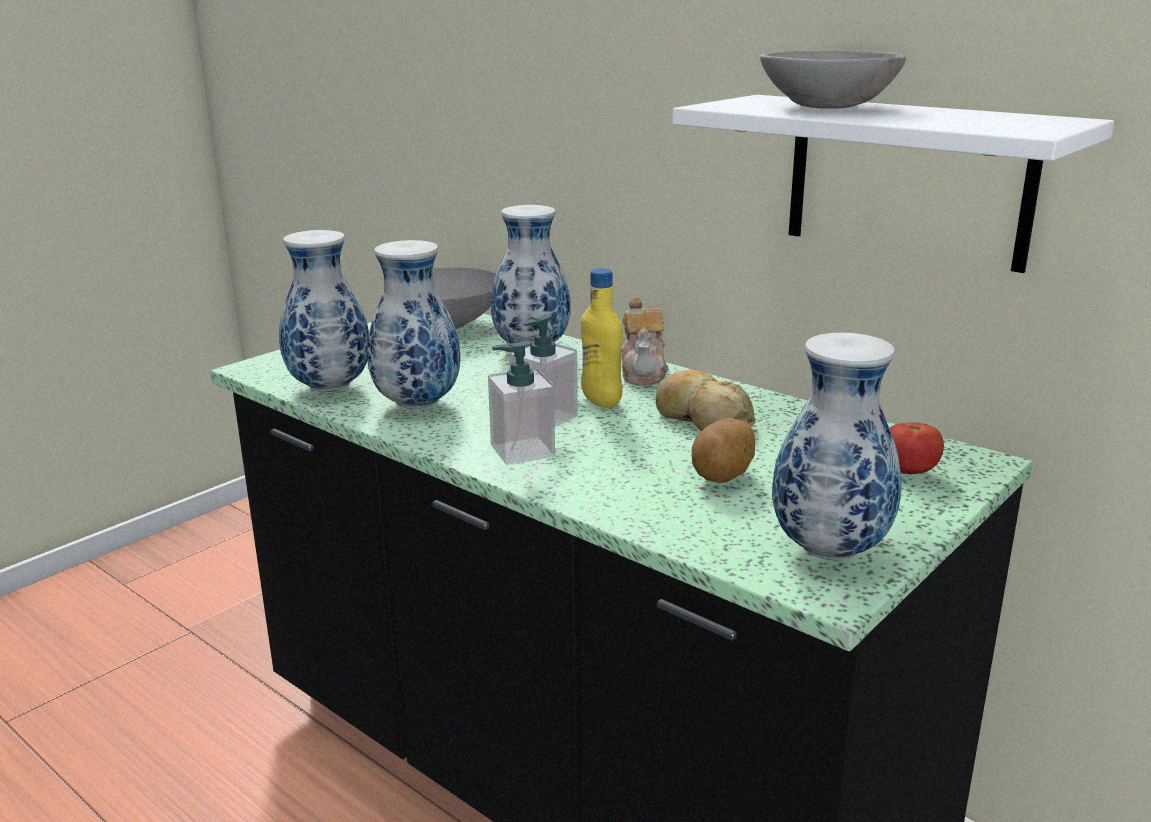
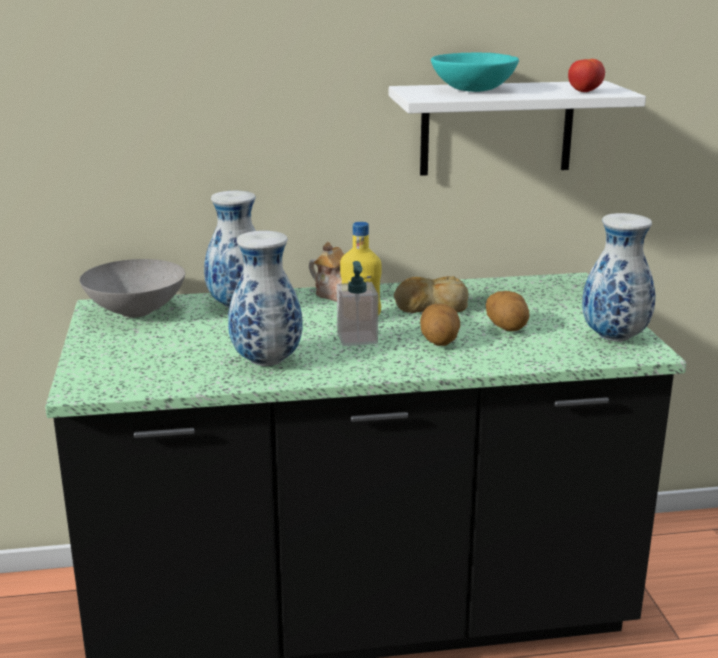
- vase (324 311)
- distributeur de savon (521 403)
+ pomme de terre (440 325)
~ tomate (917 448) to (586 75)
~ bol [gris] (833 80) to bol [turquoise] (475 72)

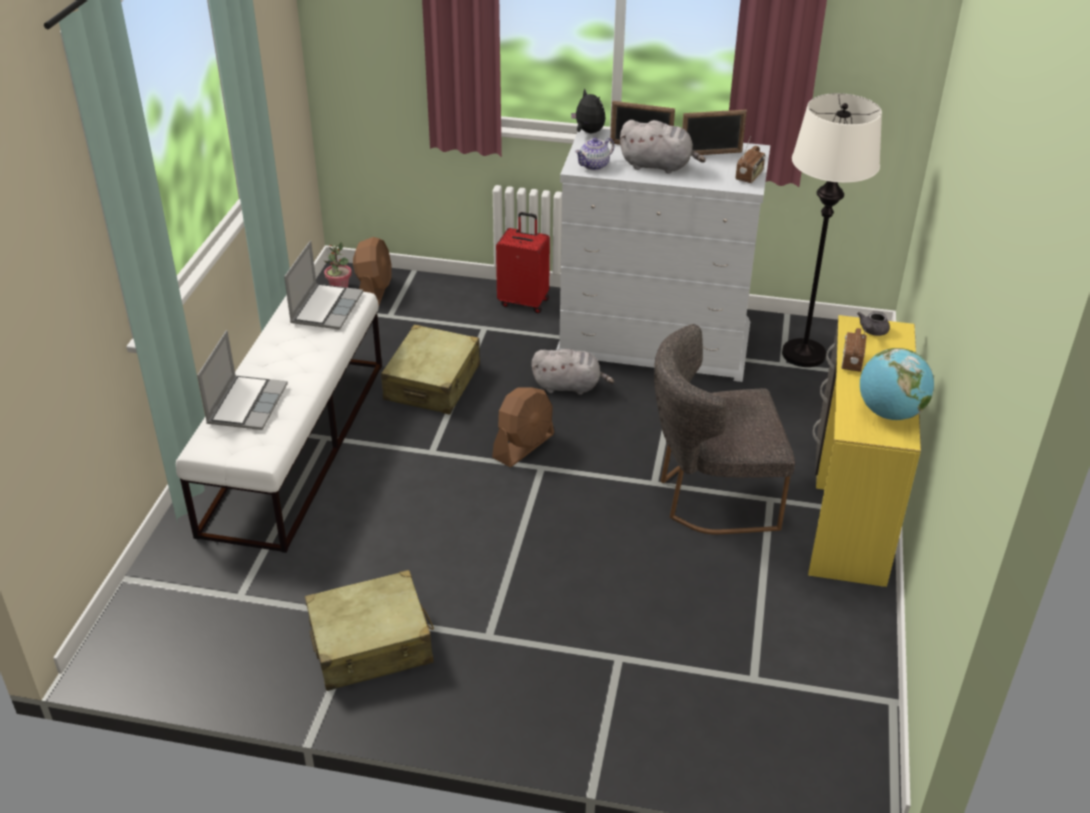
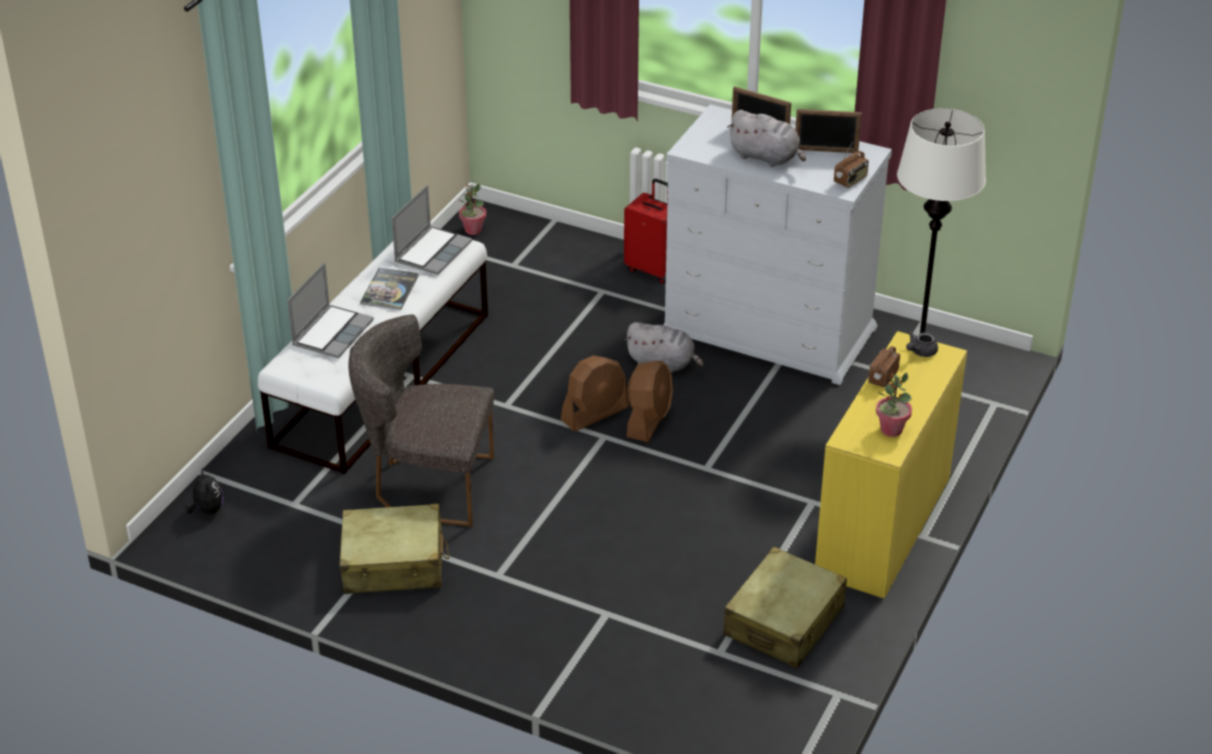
- théière (594 154)
+ livre (389 289)
~ ventilateur [marron] (372 271) to (650 401)
~ valise [beige] (430 369) to (785 607)
~ peluche (588 110) to (204 490)
~ chaise [gris] (724 429) to (421 420)
~ globe (897 384) to plante en pot (894 405)

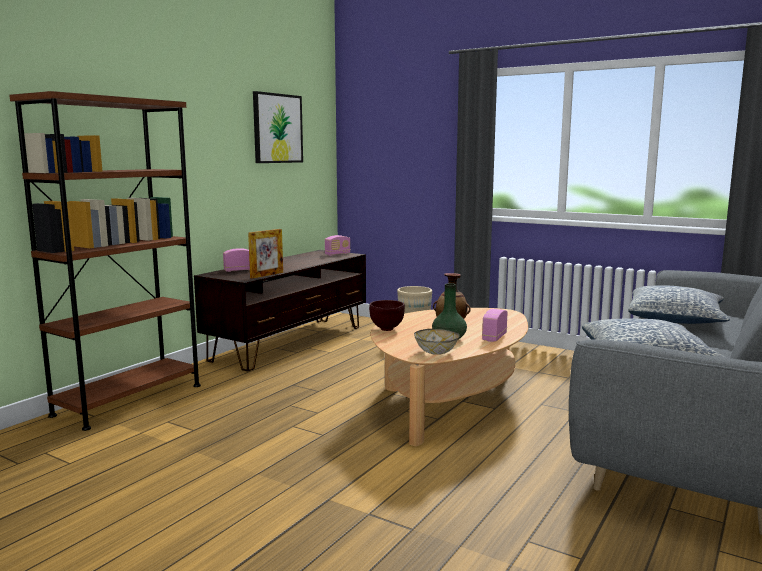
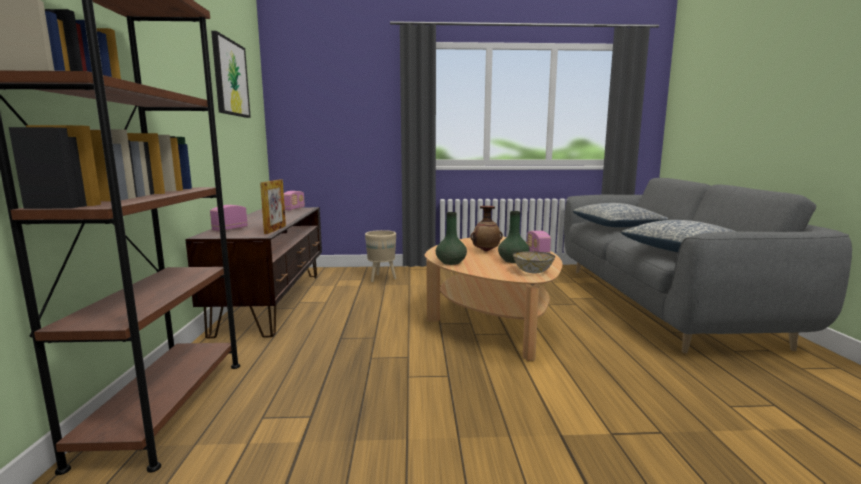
~ bol [marron] (387 315) to vase [vert] (451 238)

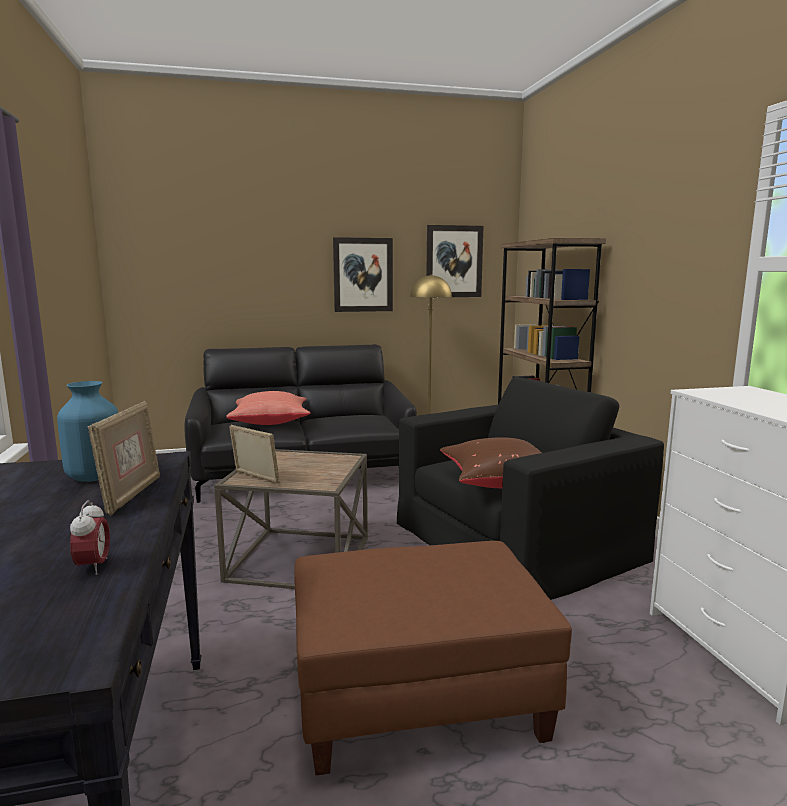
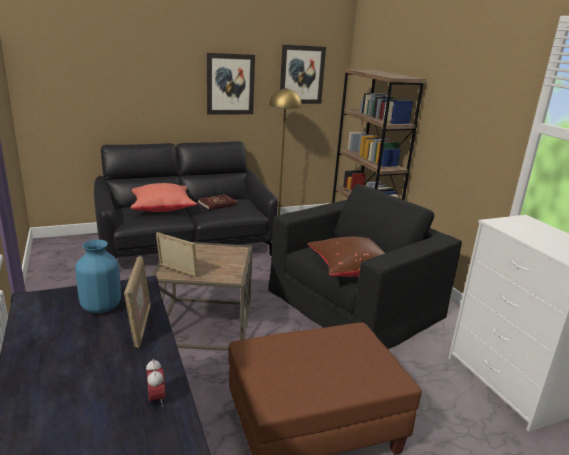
+ livre [rouge] (217 202)

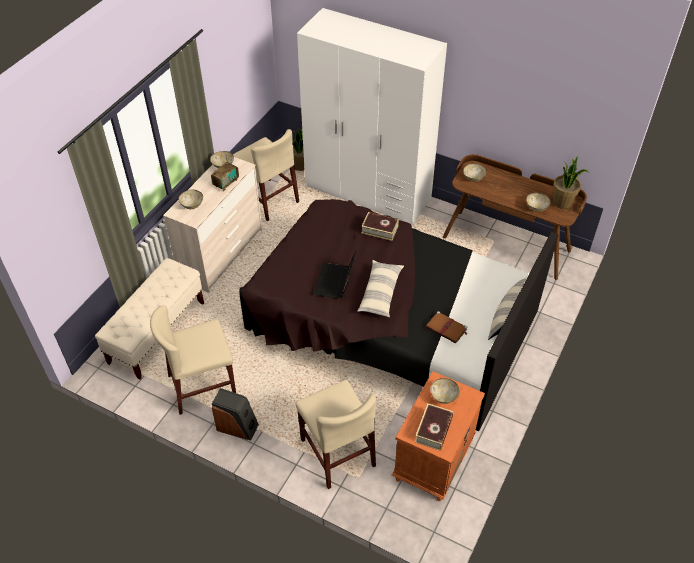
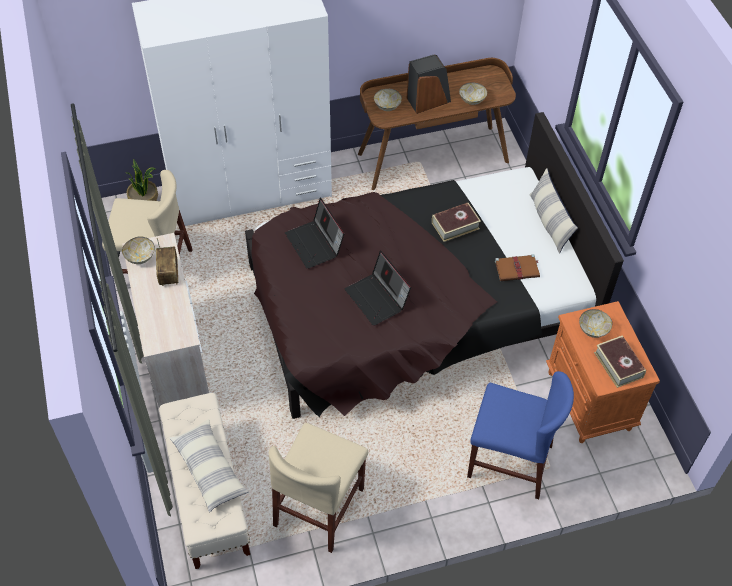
- bol (190 199)
- plante en pot (571 182)
+ ordinateur portable (315 233)
~ enceinte (235 414) to (429 84)
~ coussin (380 289) to (209 466)
~ livre (380 226) to (456 222)
~ chaise [beige] (336 434) to chaise [bleu] (520 435)

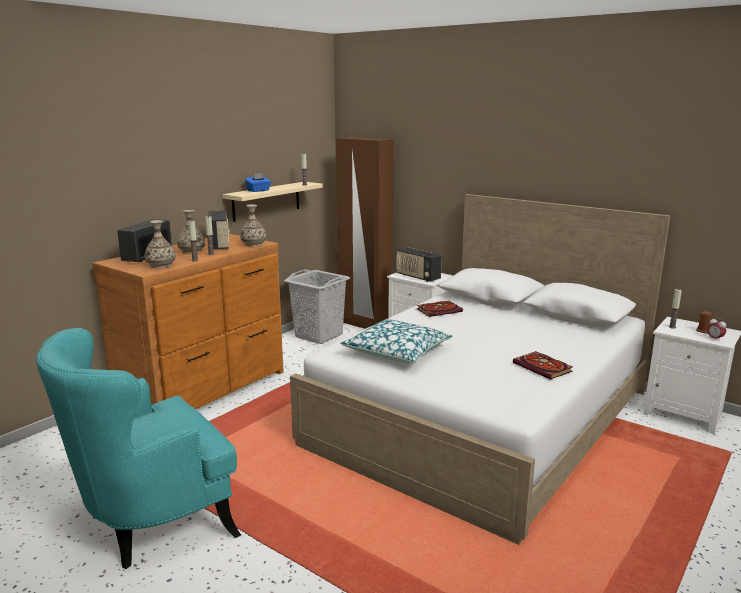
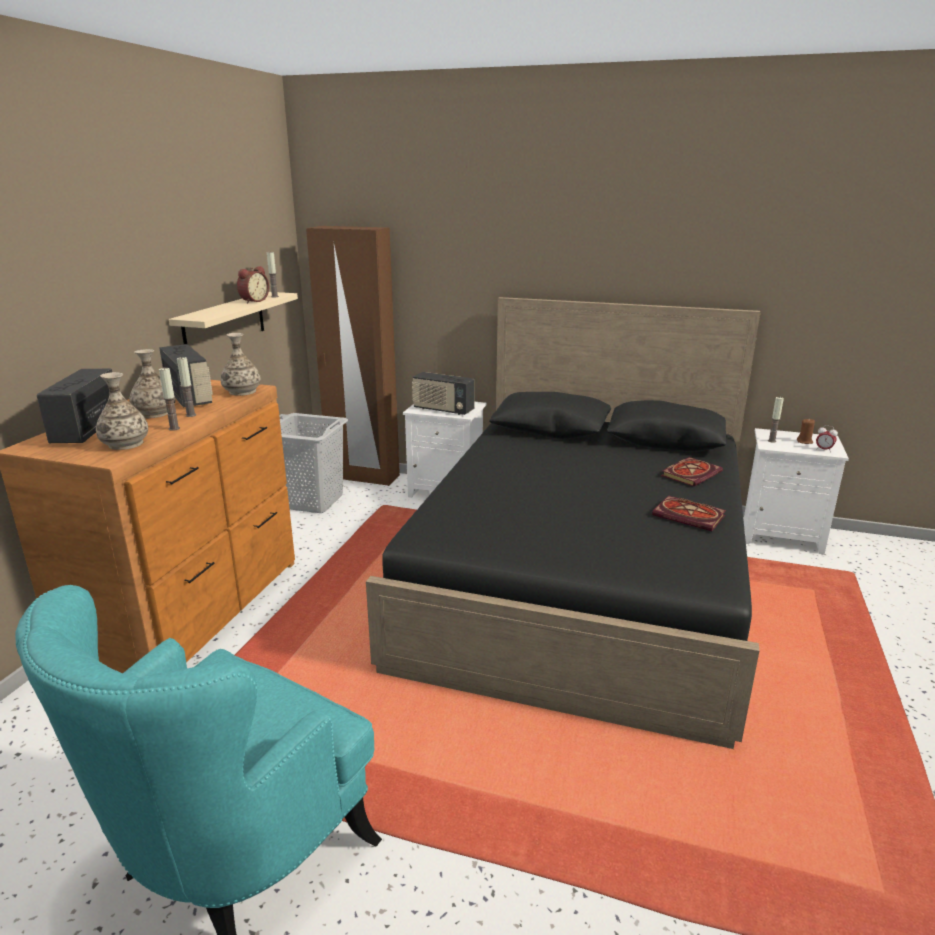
- boîte à mouchoirs [bleu] (258 182)
- coussin (396 341)
+ réveil (253 284)
~ livre (440 309) to (692 471)
~ lit [blanc] (480 369) to lit [noir] (563 523)

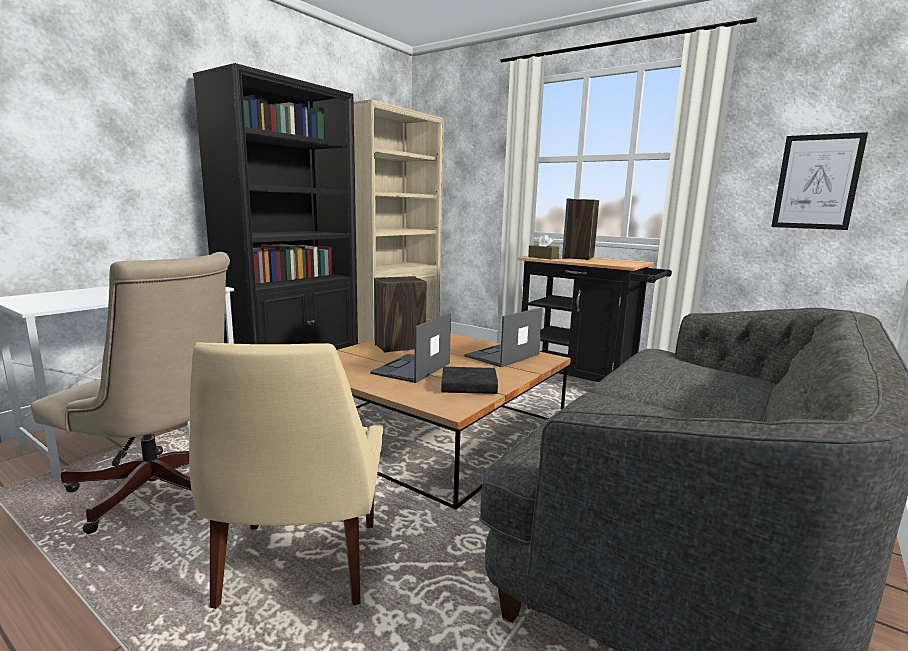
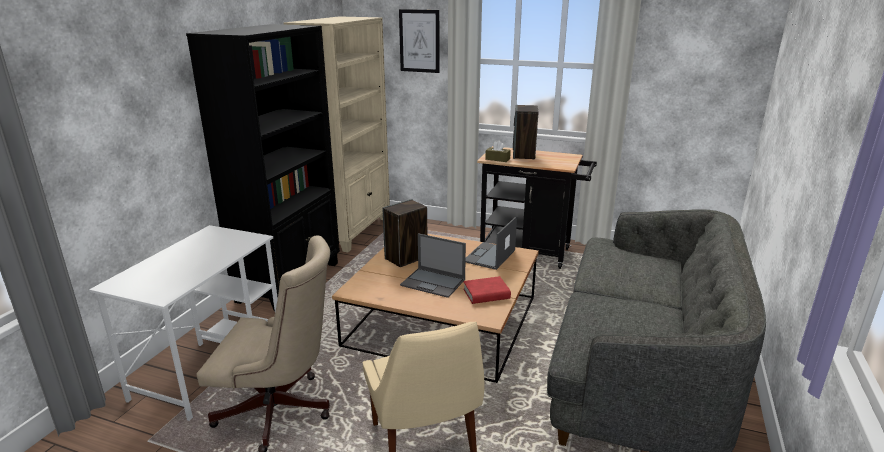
~ tableau (819 181) to (419 41)
~ livre [noir] (469 380) to livre [rouge] (487 290)
~ ordinateur portable (410 348) = (433 265) 75 degrees counterclockwise

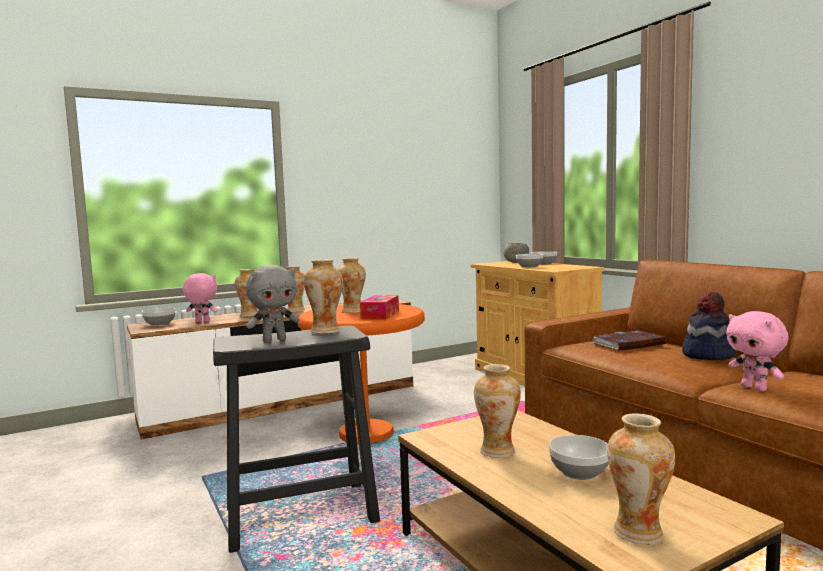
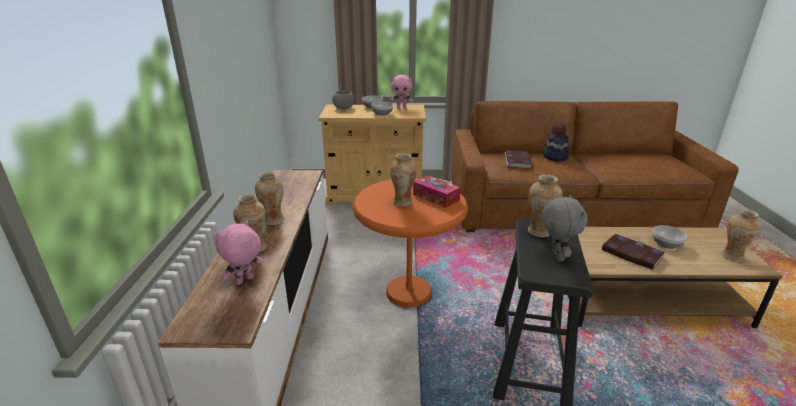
- bol (158 317)
~ peluche [rose] (757 351) to (401 92)
~ vase (497 411) to livre (633 252)

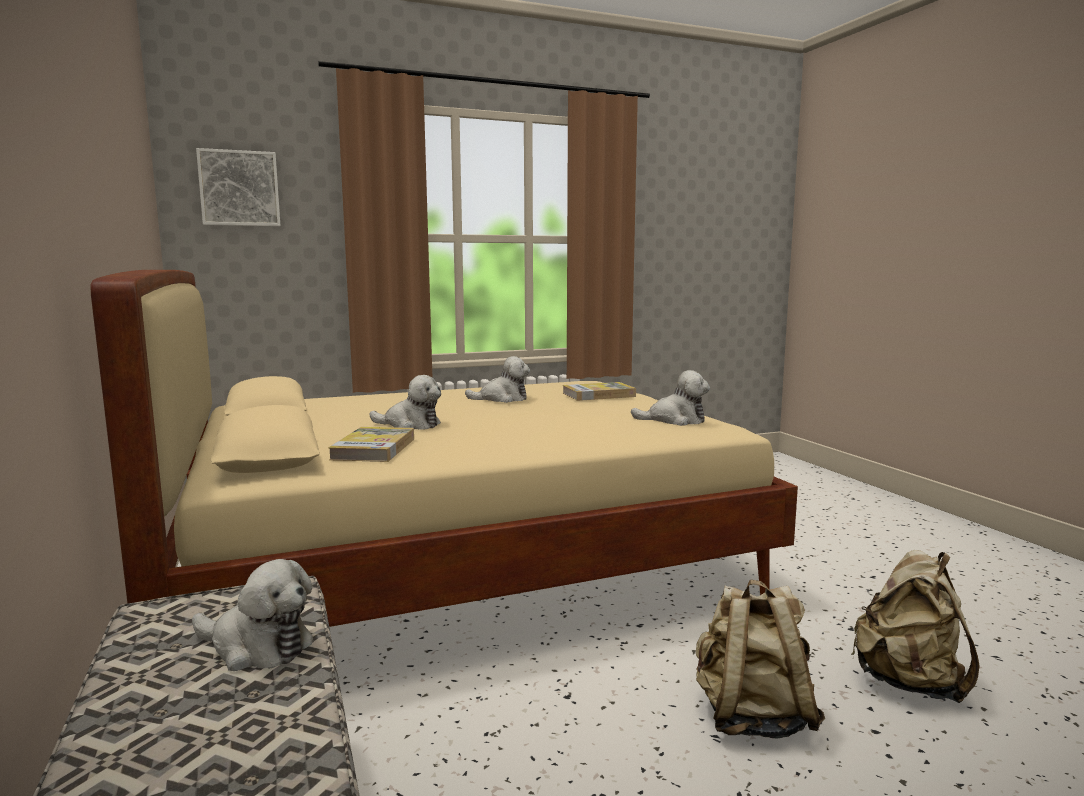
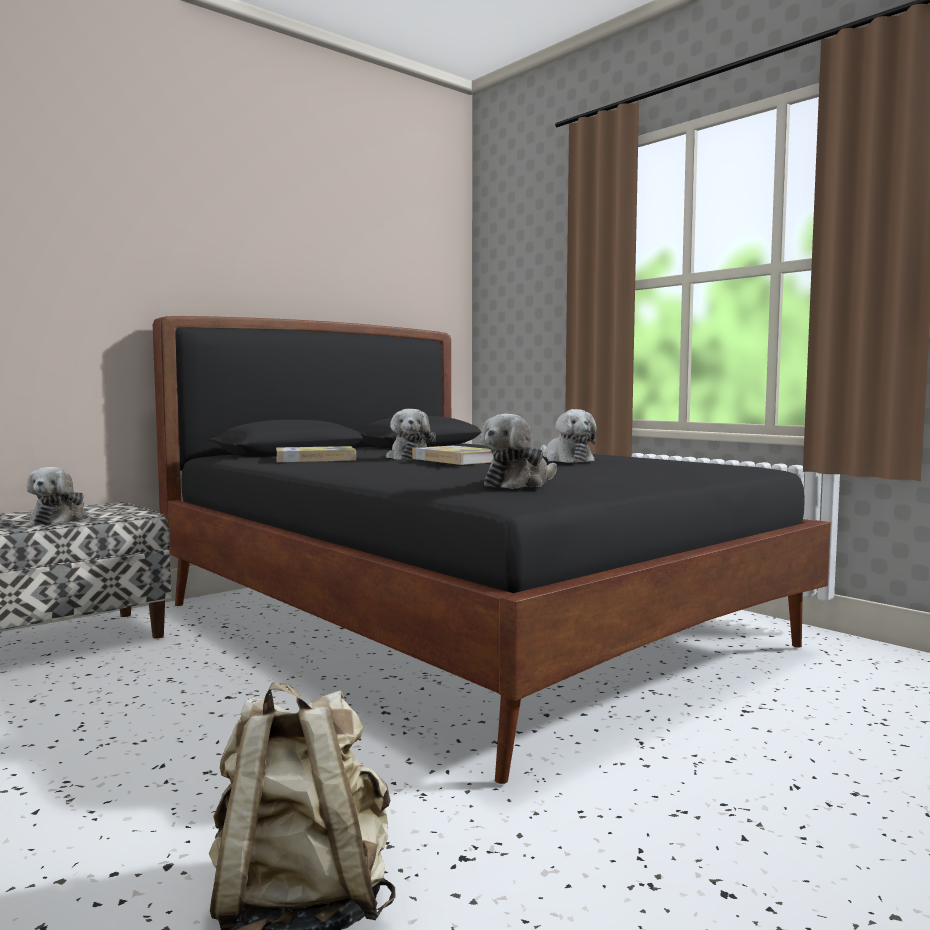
- tableau (238 187)
- sac à dos [beige] (760 658)
~ livre (599 391) to (453 455)
~ lit [beige] (444 448) to lit [noir] (492 550)
~ peluche (670 398) = (519 451) 60 degrees clockwise

